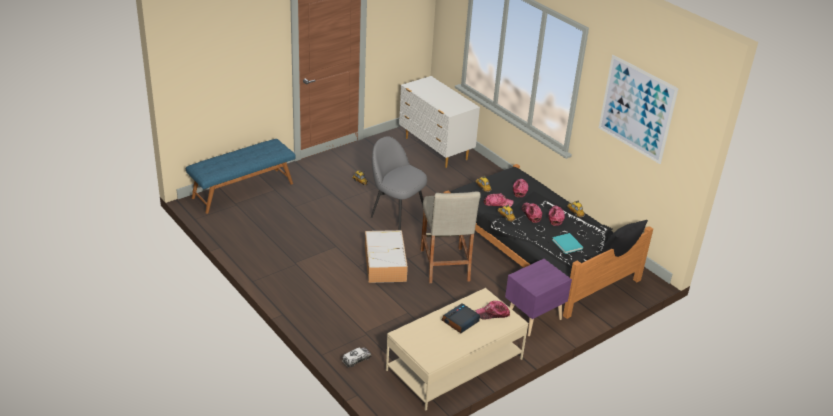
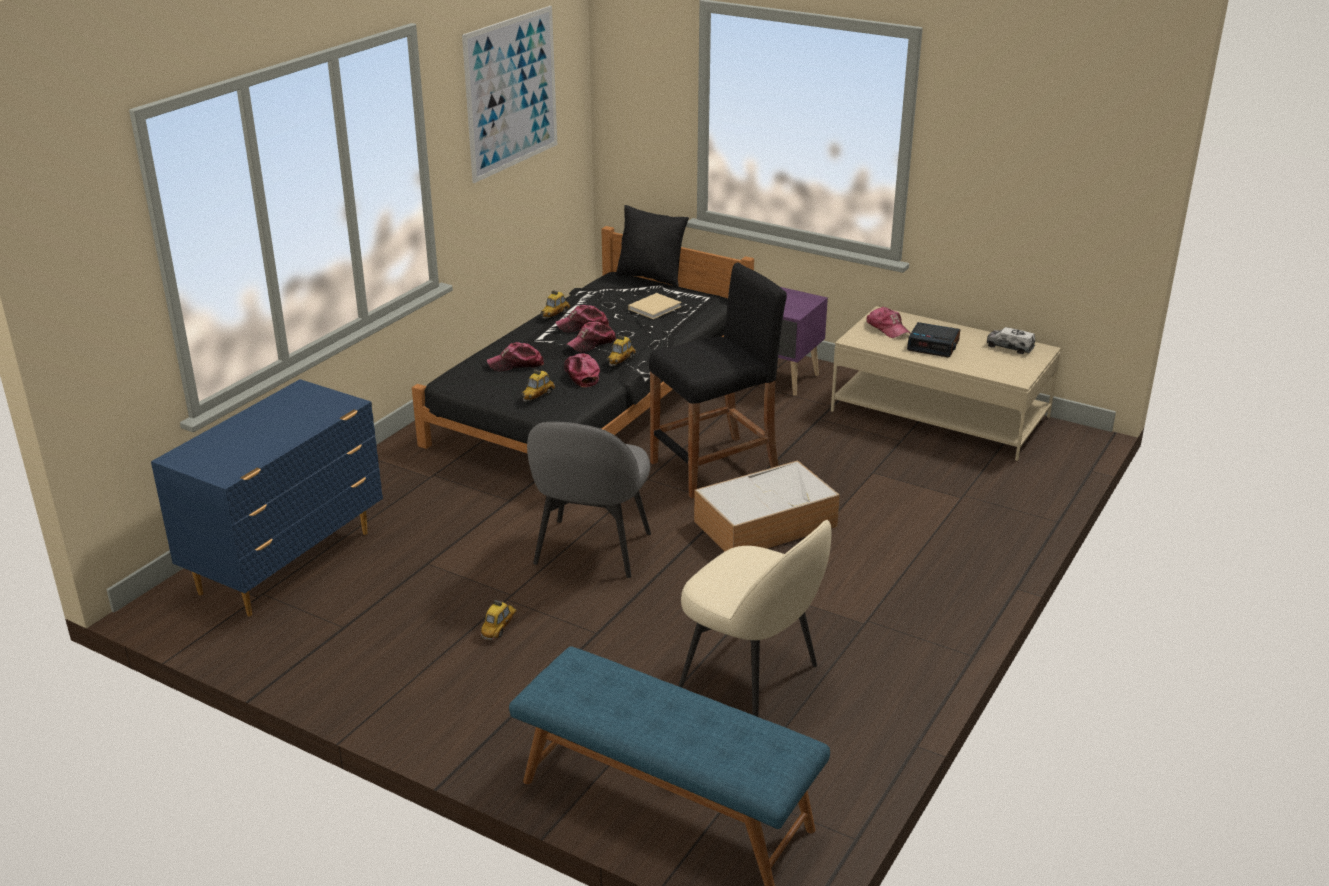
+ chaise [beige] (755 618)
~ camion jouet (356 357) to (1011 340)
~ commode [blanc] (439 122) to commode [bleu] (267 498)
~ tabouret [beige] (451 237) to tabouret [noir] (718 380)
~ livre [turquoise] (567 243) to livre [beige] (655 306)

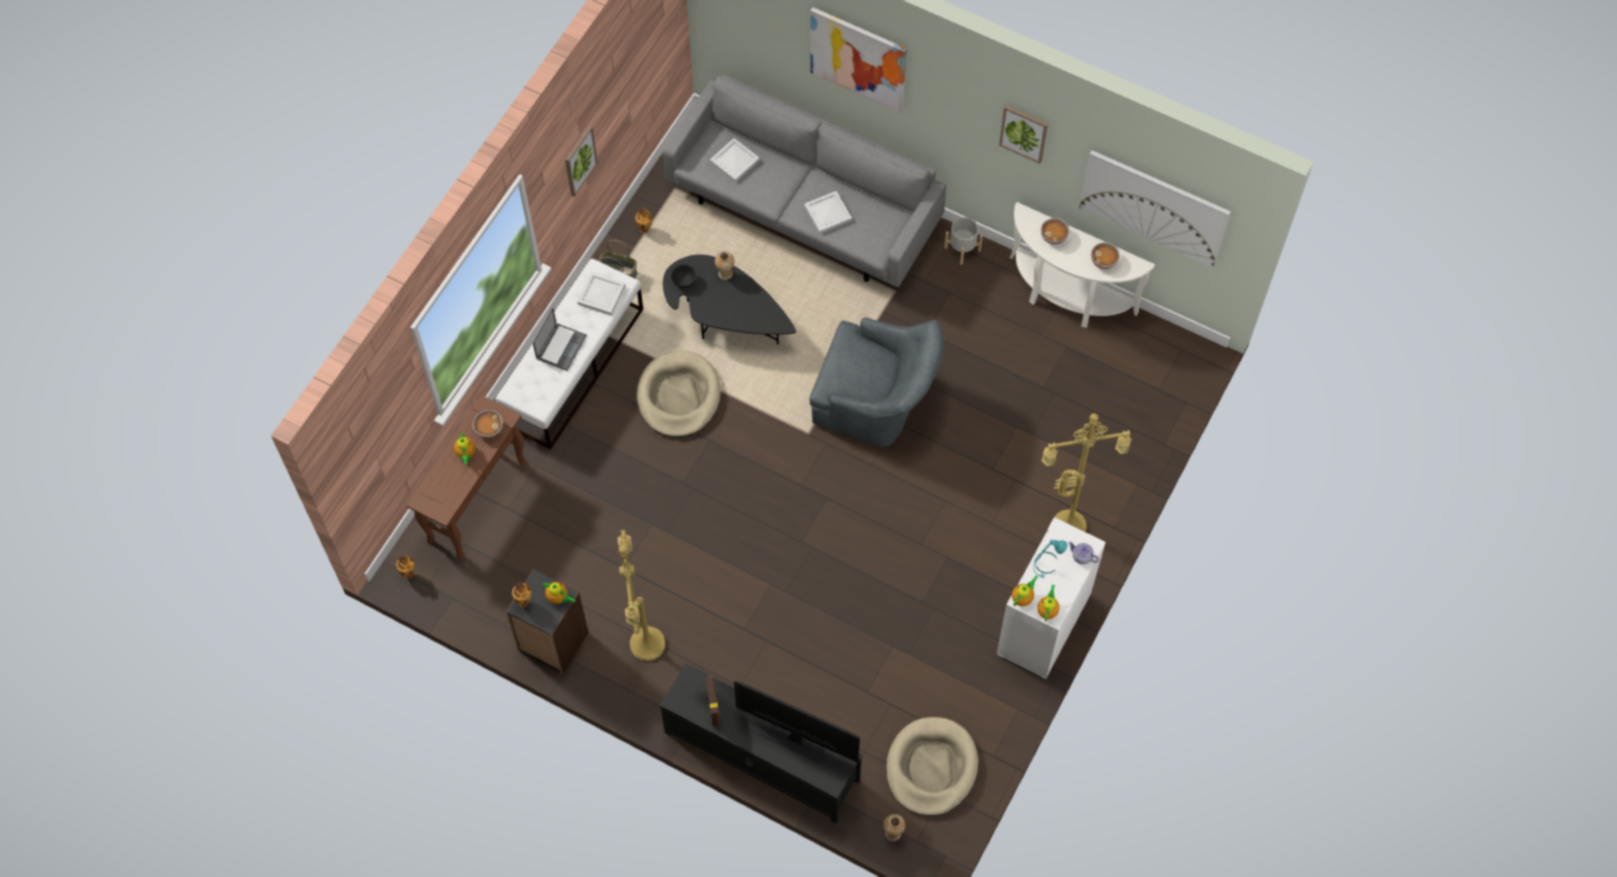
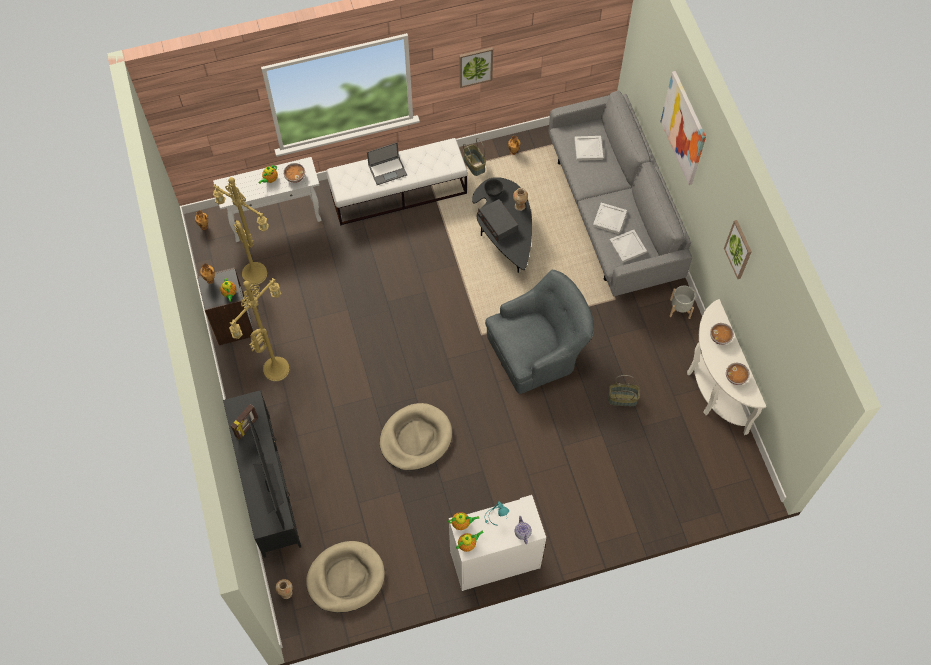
- tableau (1155 209)
+ radio (498 221)
+ panier (624 390)
~ plateau [blanc] (601 294) to (628 246)
~ panier pour chien [beige] (679 394) to (416 436)
~ lampadaire [jaune] (1086 472) to (241 231)
~ table console [marron] (466 477) to table console [blanc] (267 199)
~ fauteuil [gris] (876 382) = (539 332) 90 degrees counterclockwise

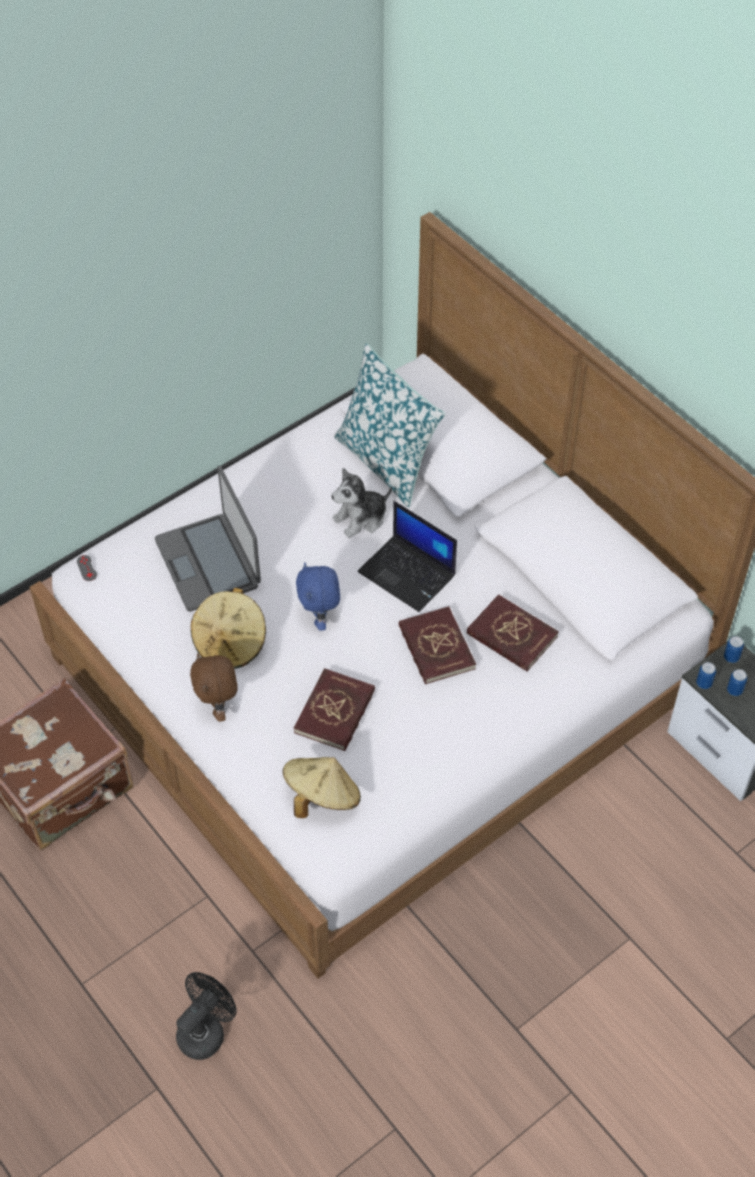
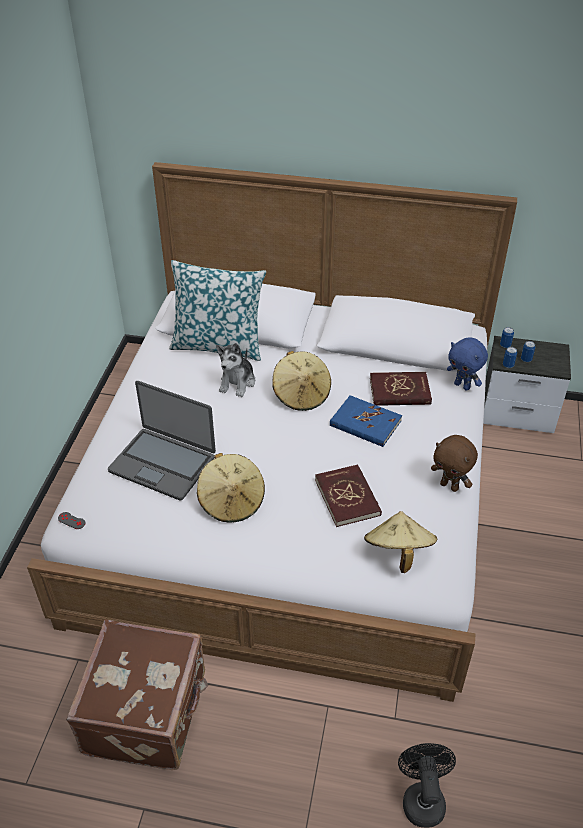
~ peluche [marron] (214 687) to (454 463)
~ peluche [bleu] (318 596) to (467 364)
~ ordinateur portable (407 556) to chapeau [beige] (301 381)
~ livre [rouge] (437 645) to livre [bleu] (366 421)

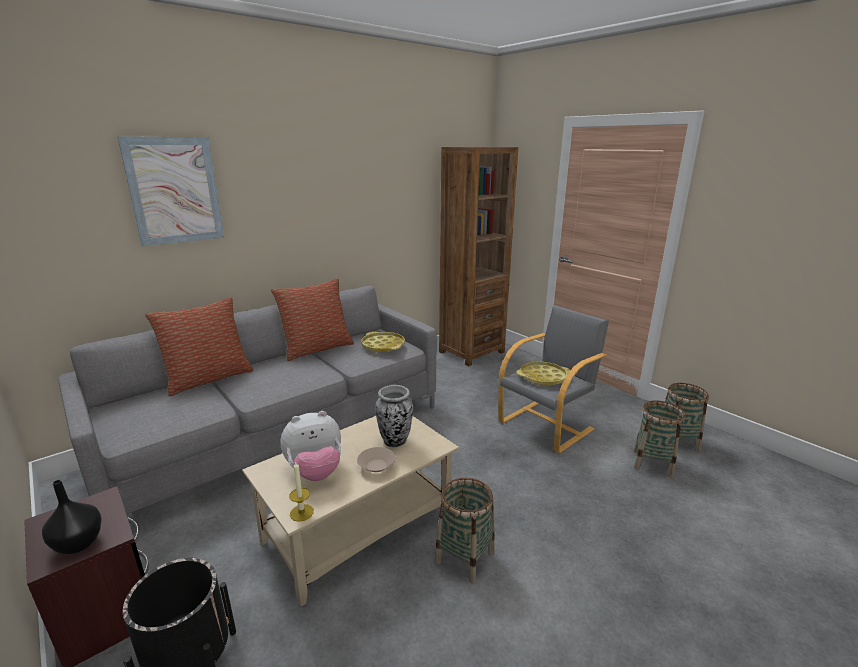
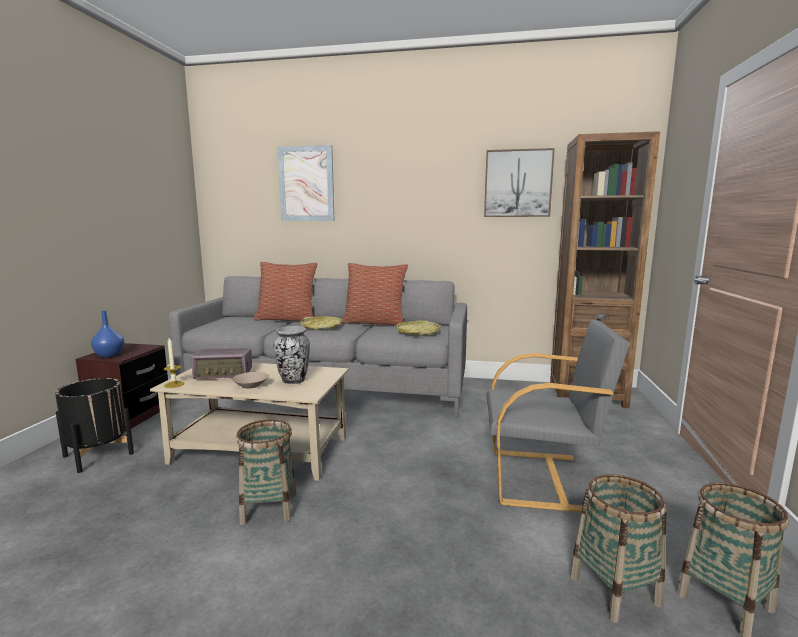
+ tableau (519 182)
~ plateau [jaune] (543 373) to (321 323)
~ peluche (311 446) to radio (221 363)
~ vase [noir] (72 517) to vase [bleu] (107 334)

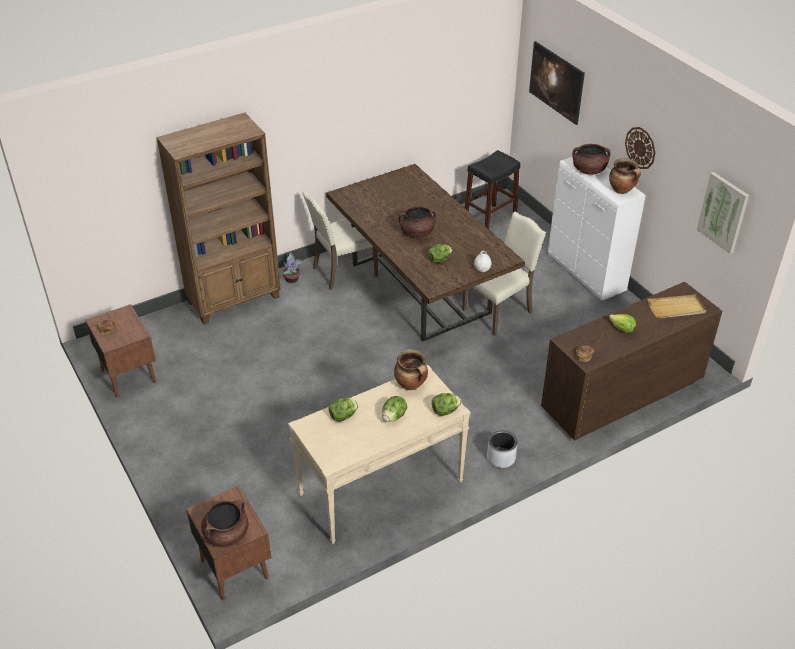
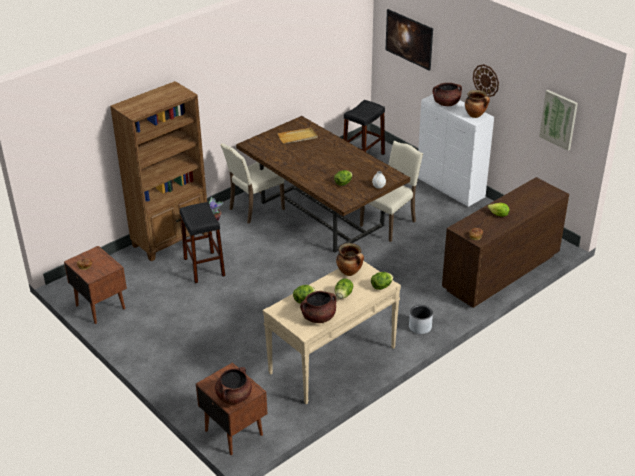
+ tabouret [noir] (202 242)
~ marmite [marron] (417 222) to (318 307)
~ plateau [beige] (677 306) to (298 136)

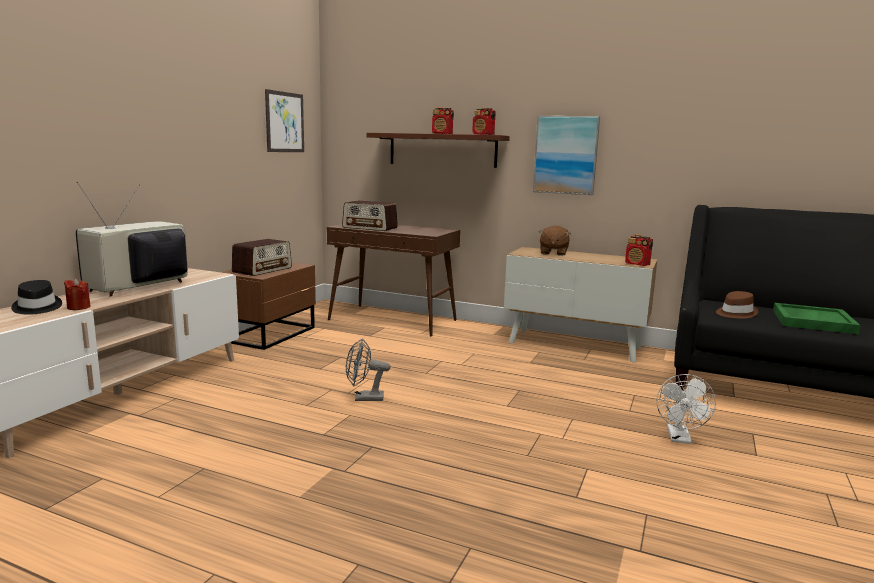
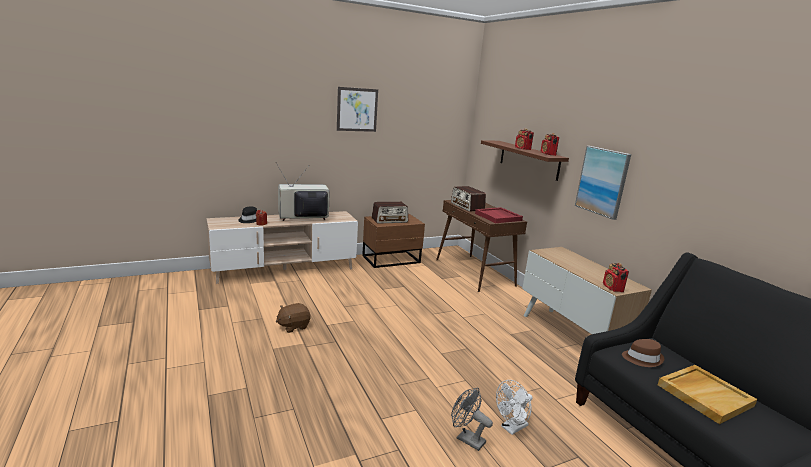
+ plateau [rouge] (499 215)
~ tableau (284 120) to (357 109)
~ ventilateur [gris] (368 369) to (472 419)
~ peluche [marron] (555 241) to (293 318)
~ plateau [vert] (816 318) to plateau [beige] (707 394)

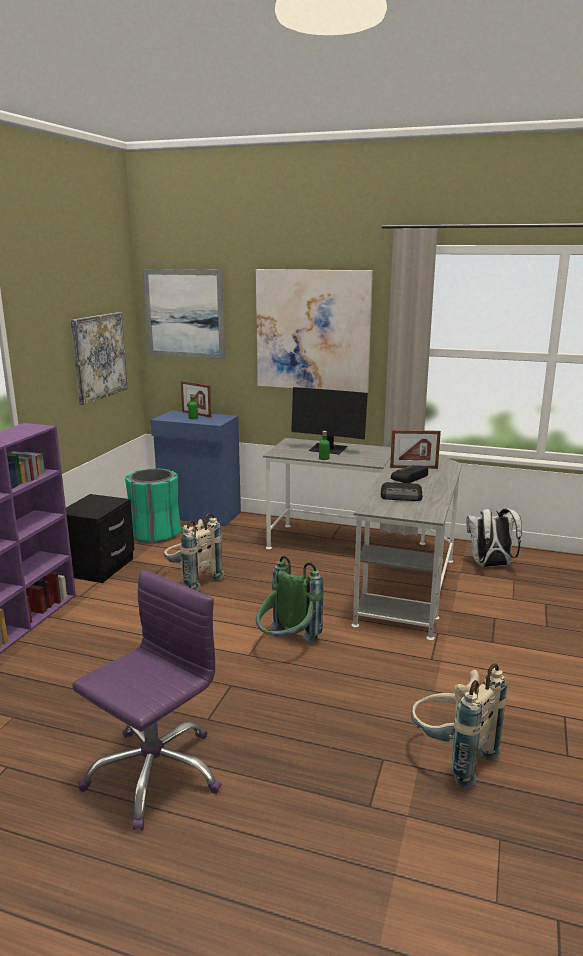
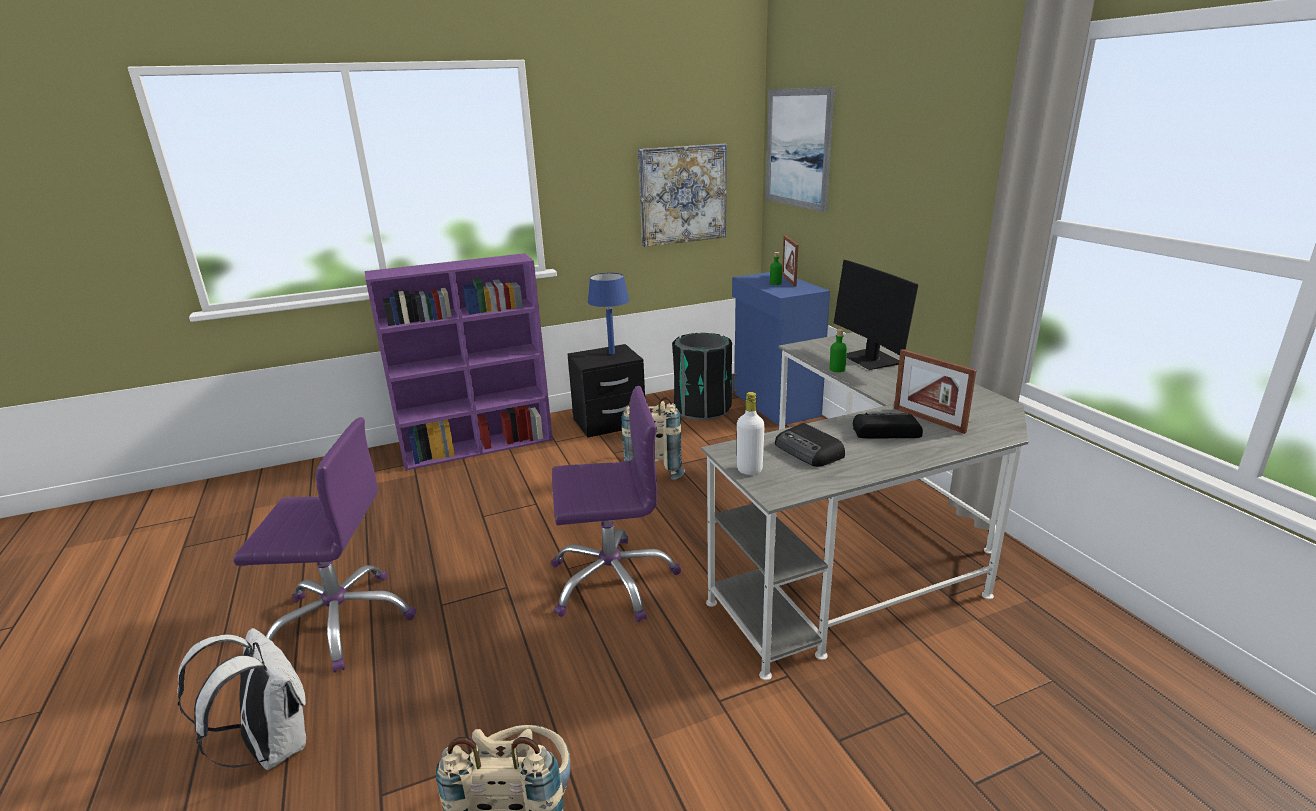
- tableau (314 331)
+ lampe de table [bleu] (608 313)
+ bouteille [blanc] (751 433)
~ sac à dos [blanc] (494 537) to (241 699)
~ sac à dos [vert] (290 600) to chaise de bureau [violet] (616 504)
~ poubelle [vert] (153 506) to poubelle [noir] (702 376)

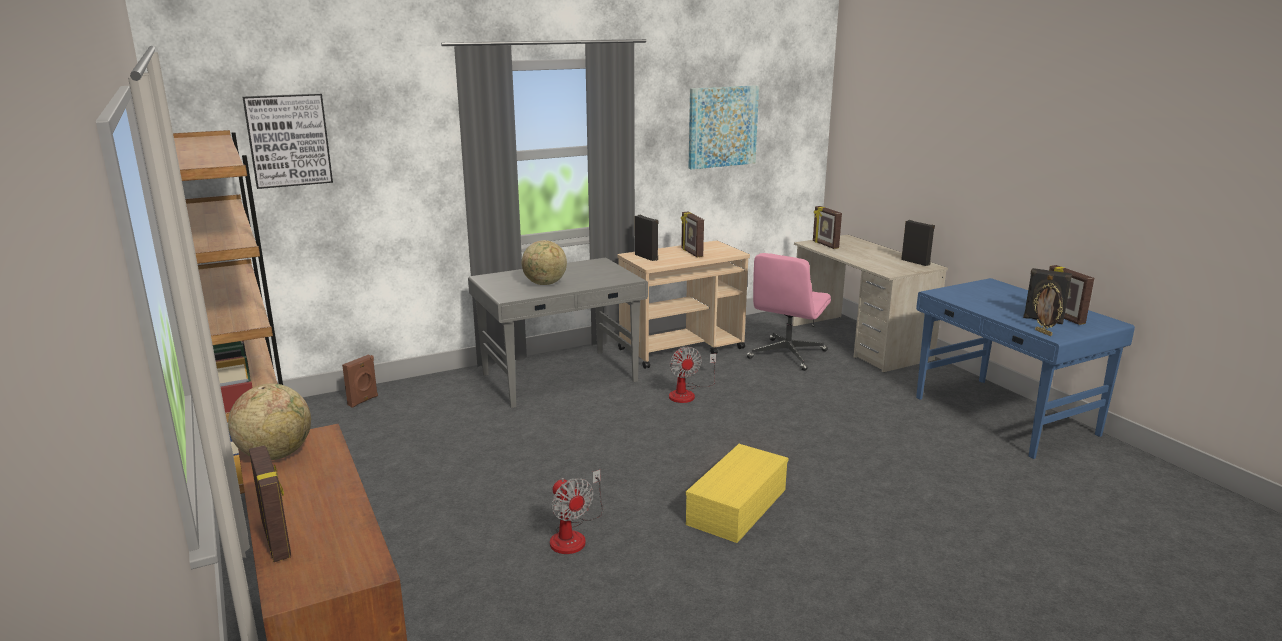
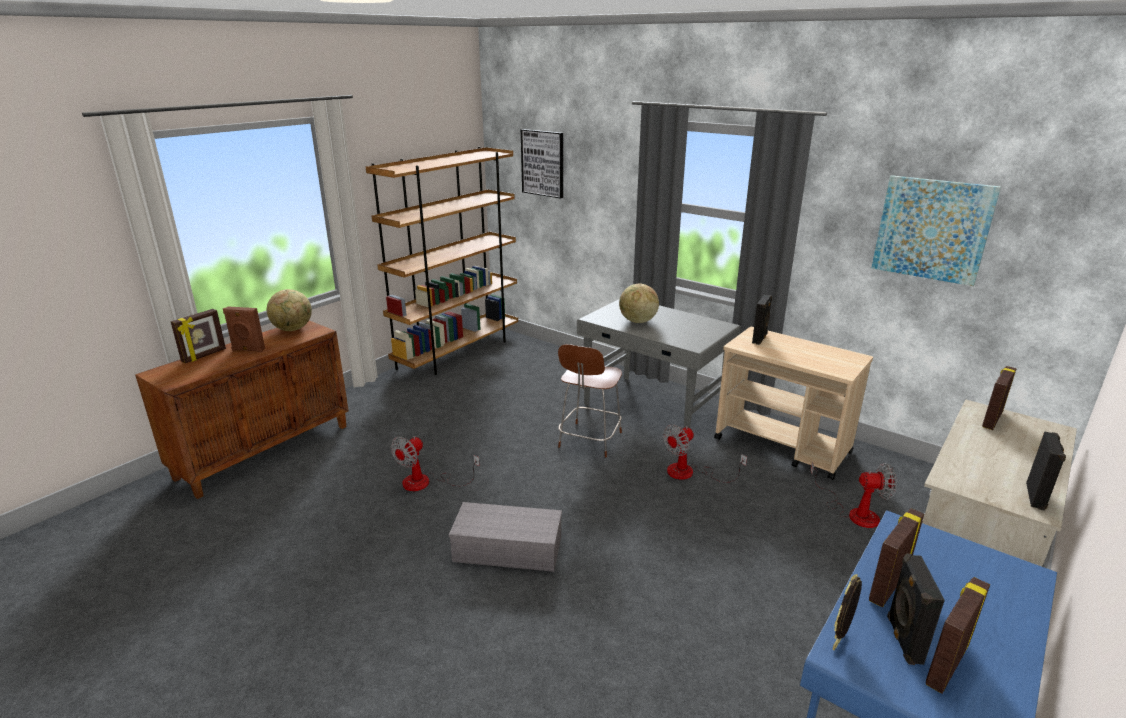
+ chaise [marron] (590 401)
~ enceinte [marron] (360 381) to (244 329)
~ cadre photo (692 234) to (896 557)
~ chaise de bureau [rose] (789 312) to ventilateur (854 495)
~ boîte de rangement [jaune] (737 493) to boîte de rangement [gris] (505 537)

